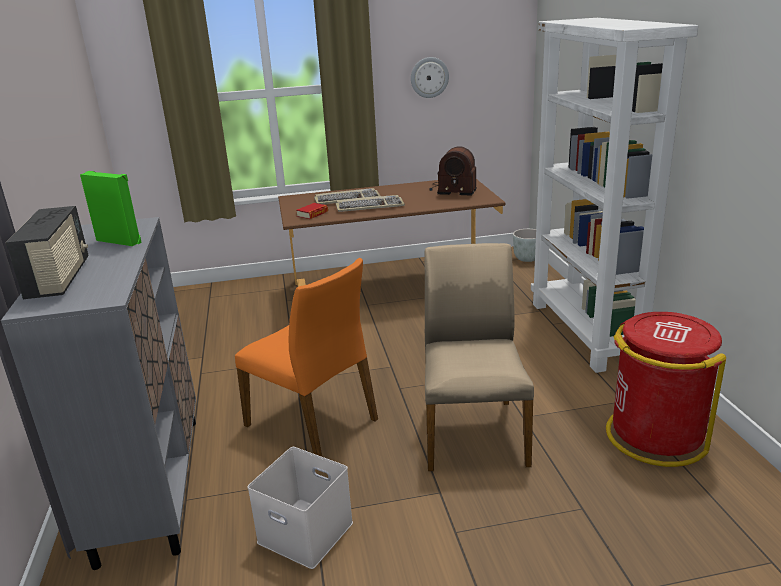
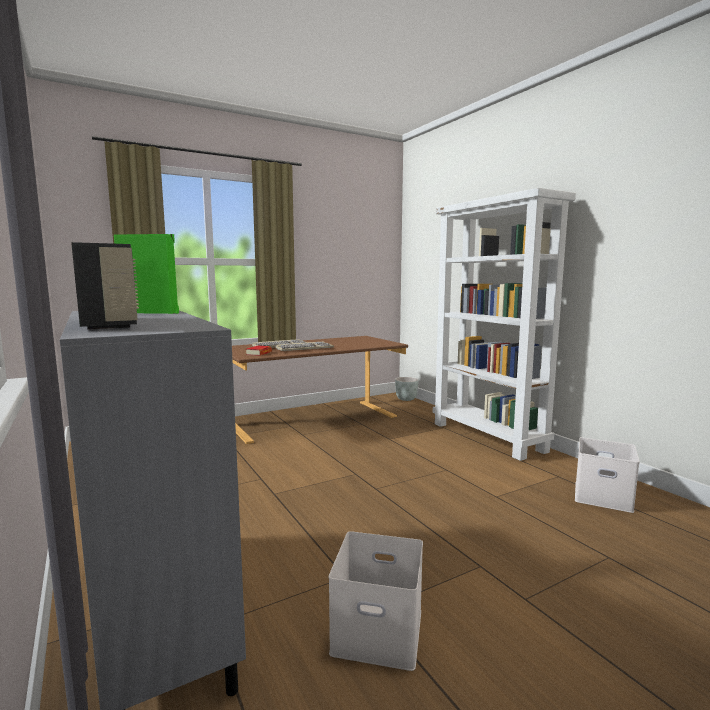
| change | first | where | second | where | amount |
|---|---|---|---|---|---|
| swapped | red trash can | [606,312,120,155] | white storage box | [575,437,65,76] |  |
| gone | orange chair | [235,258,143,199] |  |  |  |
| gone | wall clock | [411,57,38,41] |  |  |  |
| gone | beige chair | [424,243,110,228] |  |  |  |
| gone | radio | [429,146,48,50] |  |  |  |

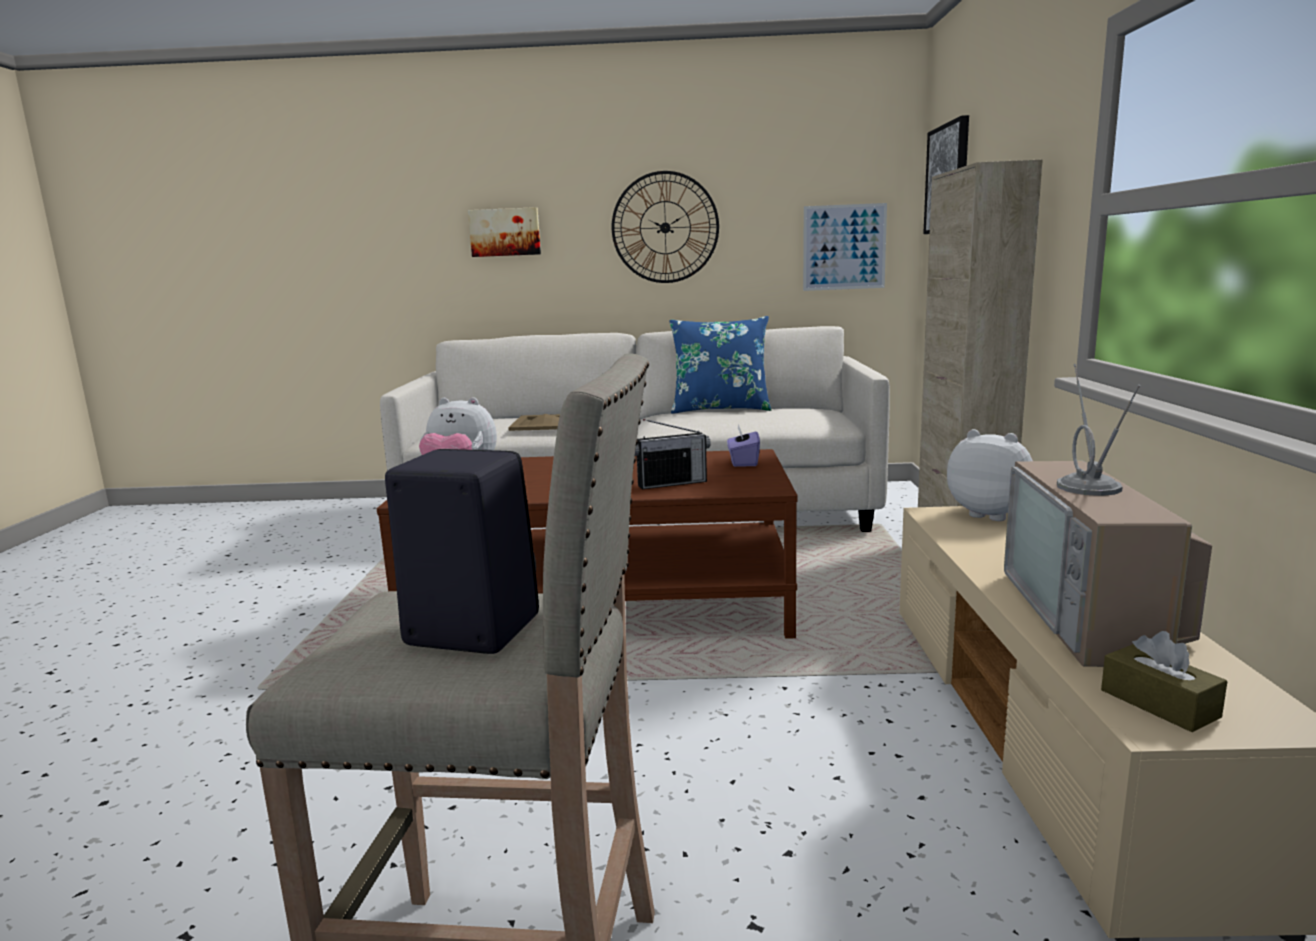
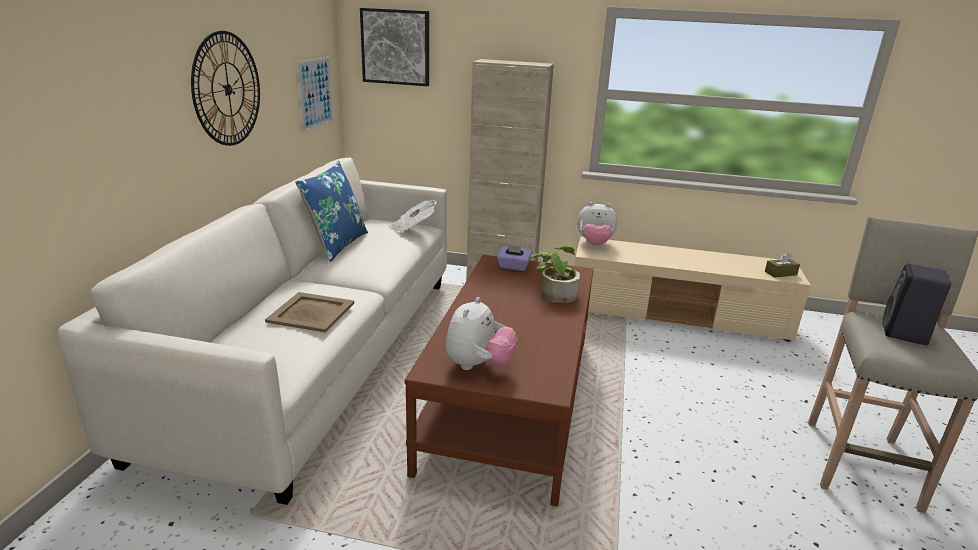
| change | first | where | second | where | amount |
|---|---|---|---|---|---|
| new |  |  | newspaper | [389,200,48,32] |  |
| swapped | radio | [635,419,76,70] | potted plant | [531,246,49,58] |  |
| rotated | plush toy | [947,429,86,92] |  | [577,202,40,44] | 135 degrees counterclockwise |
| gone | picture | [468,207,73,50] |  |  |  |
| gone | television | [1004,364,208,303] |  |  |  |

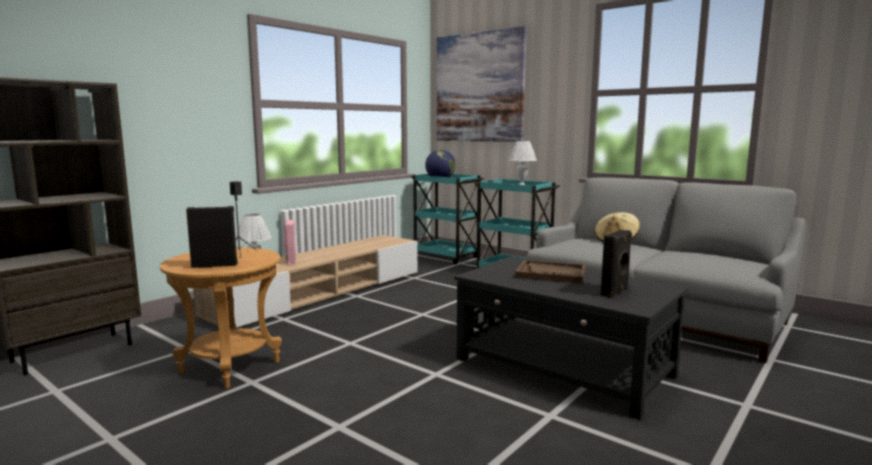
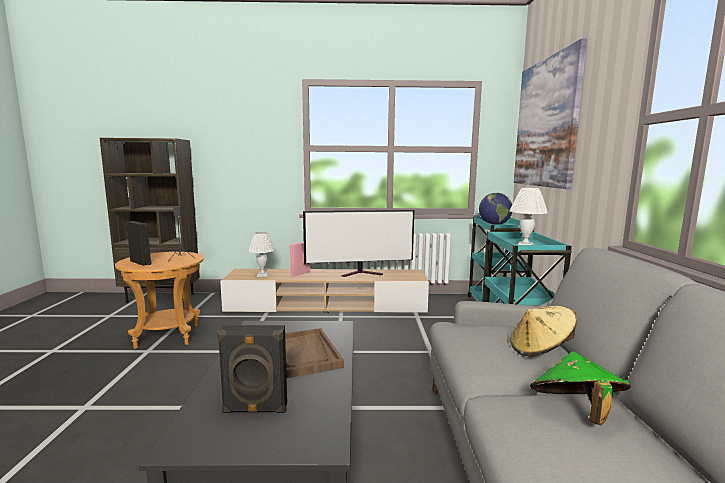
| change | first | where | second | where | amount |
|---|---|---|---|---|---|
| new |  |  | television | [303,210,111,67] |  |
| new |  |  | green hat | [530,351,101,74] |  |

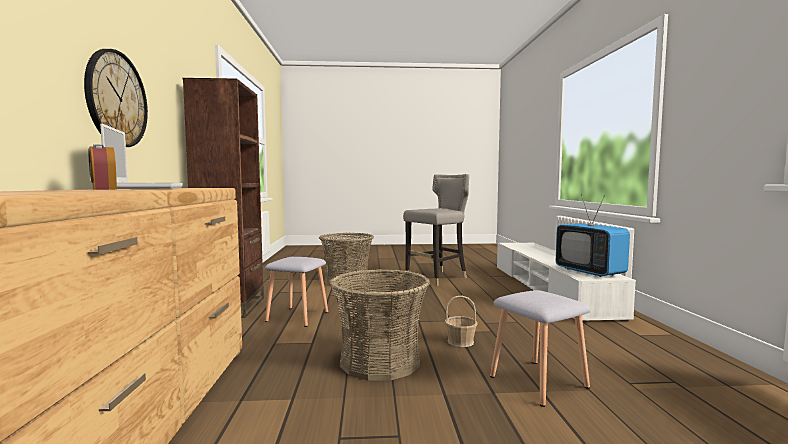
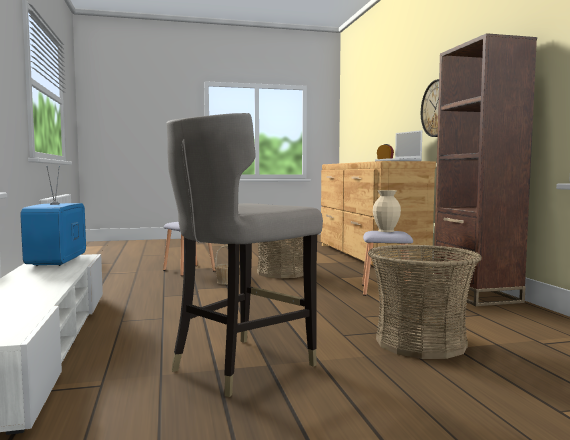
| change | first | where | second | where | amount |
|---|---|---|---|---|---|
| rotated | television | [556,194,74,83] |  | [20,166,66,100] | 150 degrees counterclockwise |
| new |  |  | beige vase | [373,190,28,42] |  |

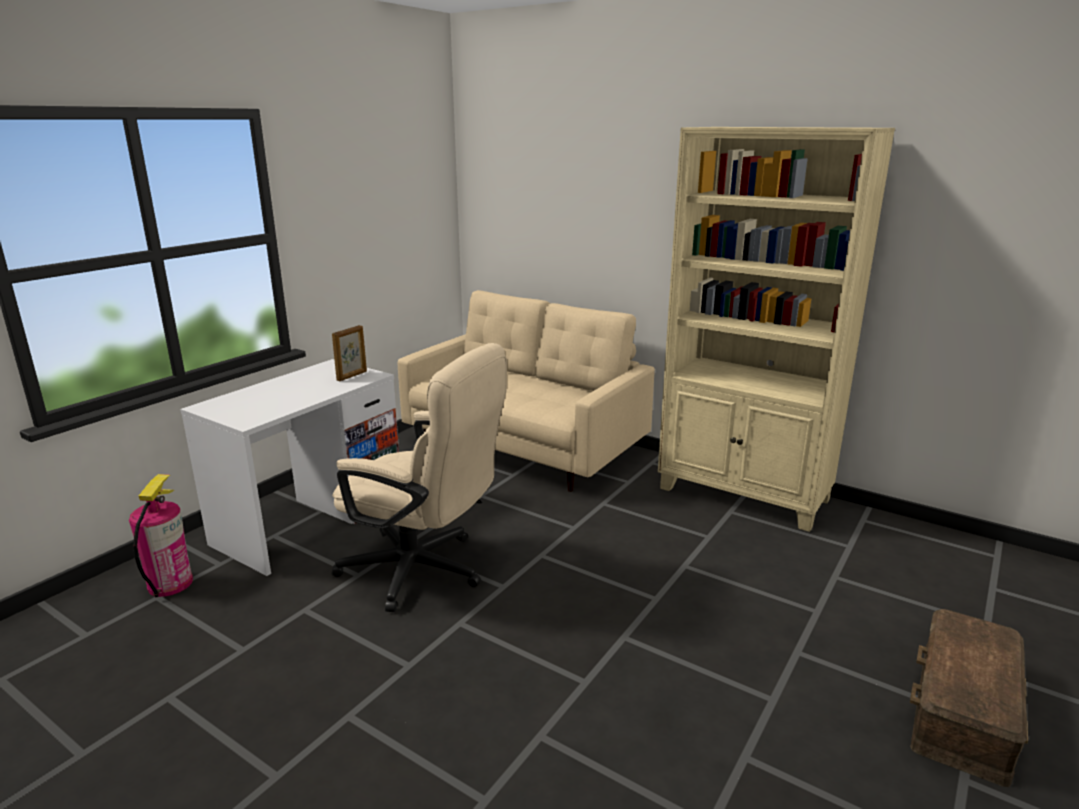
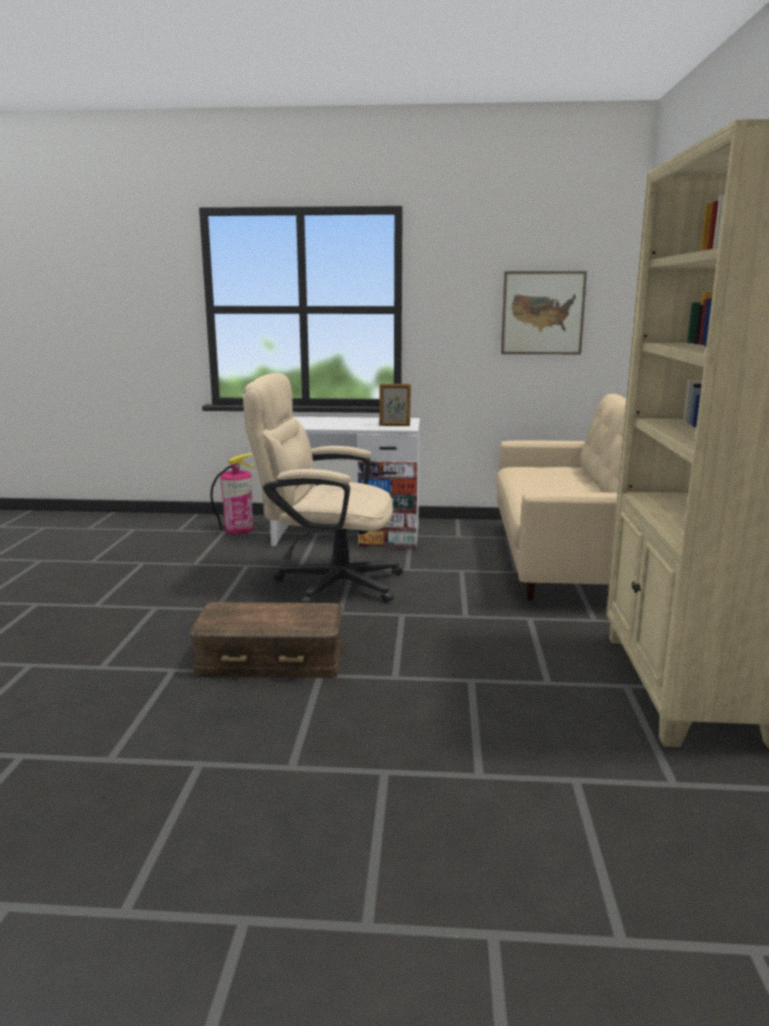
| change | first | where | second | where | amount |
|---|---|---|---|---|---|
| shifted | brown storage box | [910,609,118,178] |  | [189,602,153,76] |  |
| rotated | beige office chair | [332,343,175,269] |  | [243,373,160,230] | 105 degrees clockwise |
| new |  |  | picture | [501,271,86,83] |  |

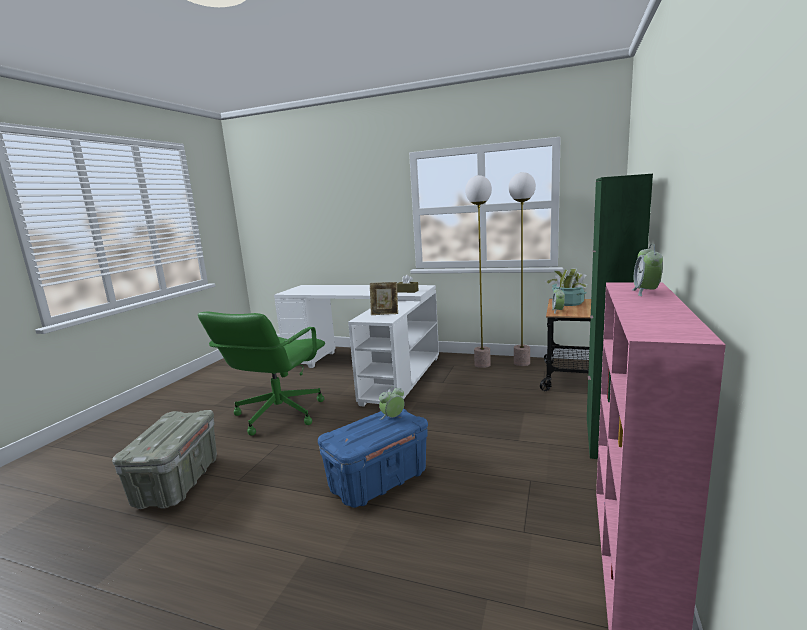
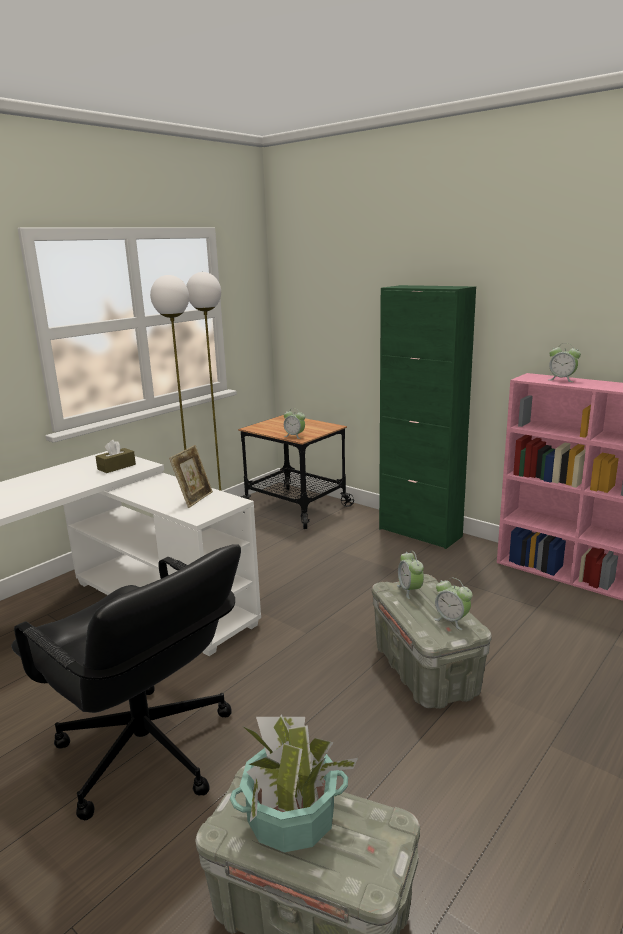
| change | first | where | second | where | amount |
|---|---|---|---|---|---|
| repainted | green office chair | [198,312,127,124] | black office chair | [11,544,230,276] |  |
| shifted | potted plant | [544,268,43,38] |  | [230,714,128,138] |  |
| repainted | blue storage box | [318,408,110,100] | grey storage box | [372,574,120,135] |  |
| new |  |  | alarm clock | [434,578,39,52] |  |

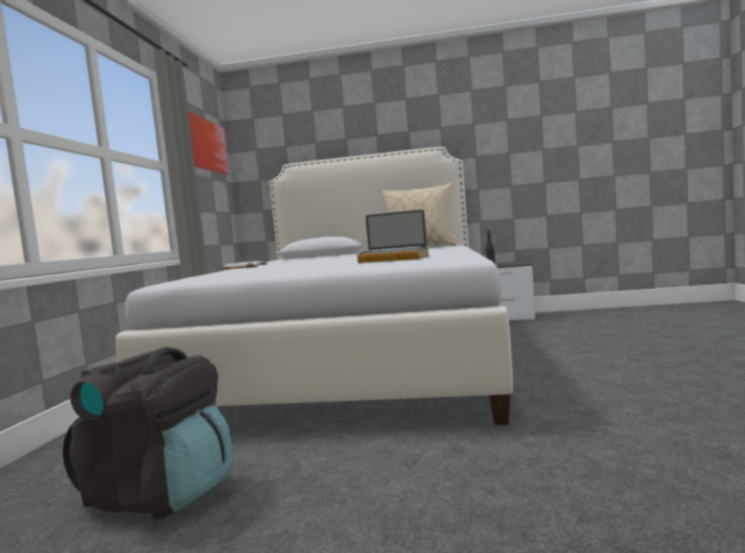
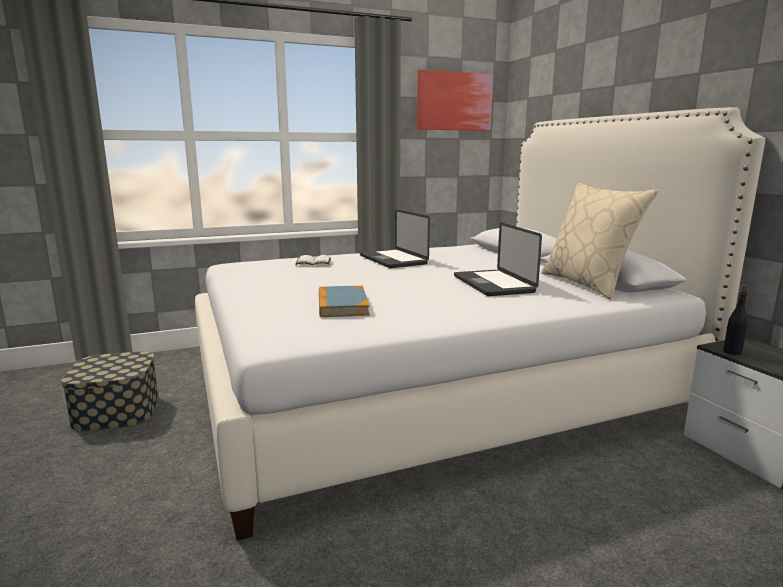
| change | first | where | second | where | amount |
|---|---|---|---|---|---|
| swapped | black backpack | [63,347,170,172] | storage box | [61,351,98,80] |  |
| new |  |  | laptop | [360,209,70,59] |  |

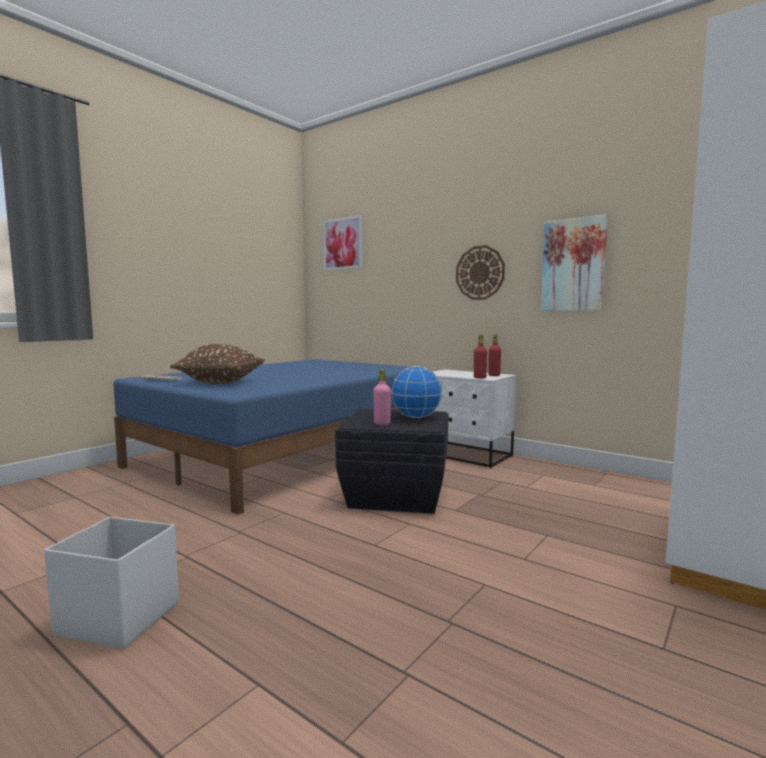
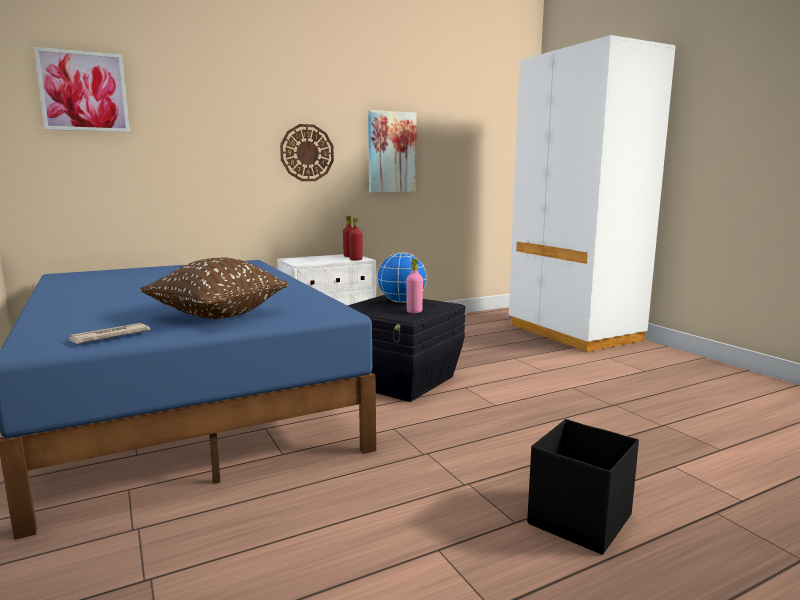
| change | first | where | second | where | amount |
|---|---|---|---|---|---|
| repainted | white storage box | [44,517,135,132] | black storage box | [527,419,112,136] |  |

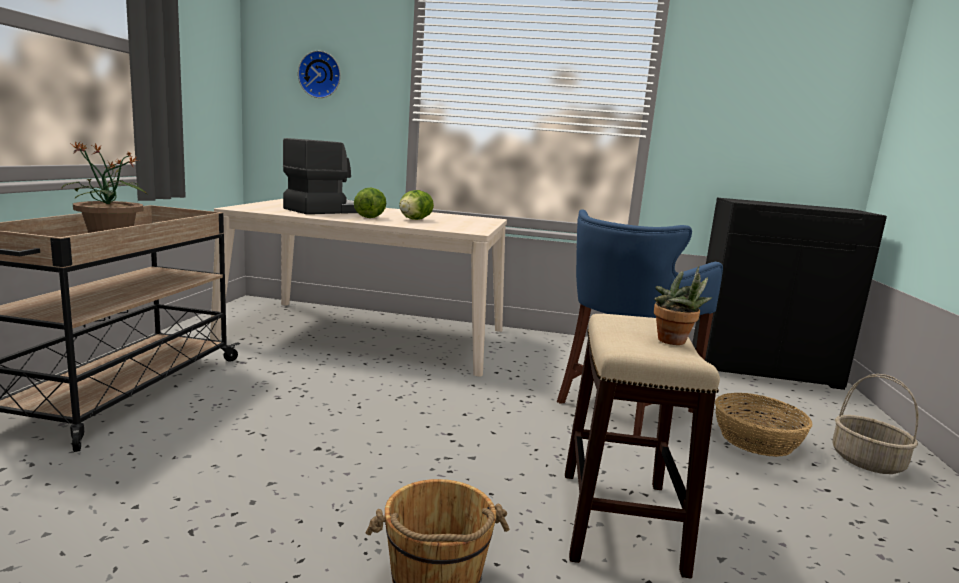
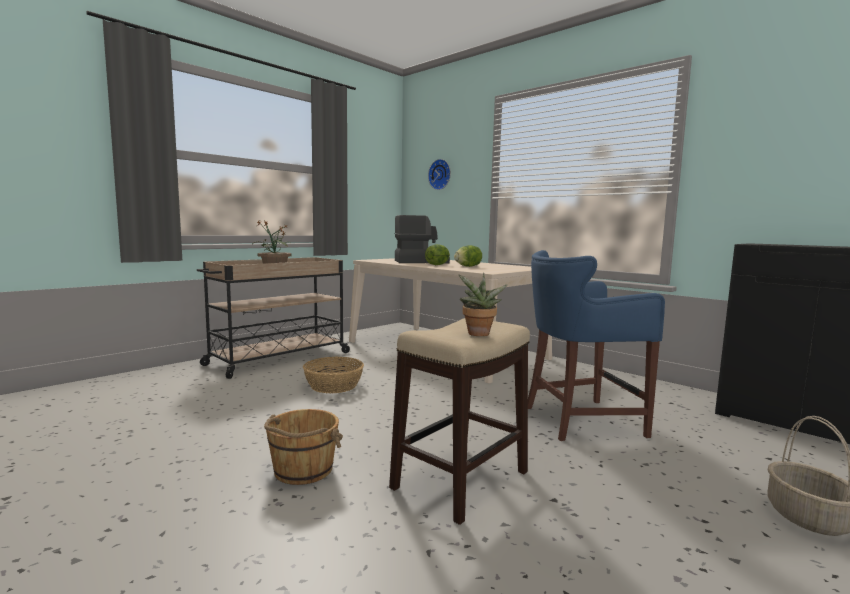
| change | first | where | second | where | amount |
|---|---|---|---|---|---|
| shifted | basket | [715,393,98,64] |  | [303,357,61,36] |  |

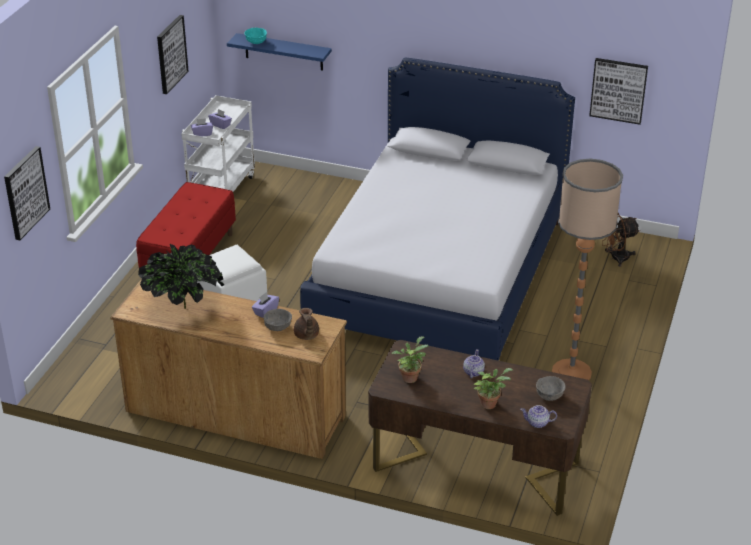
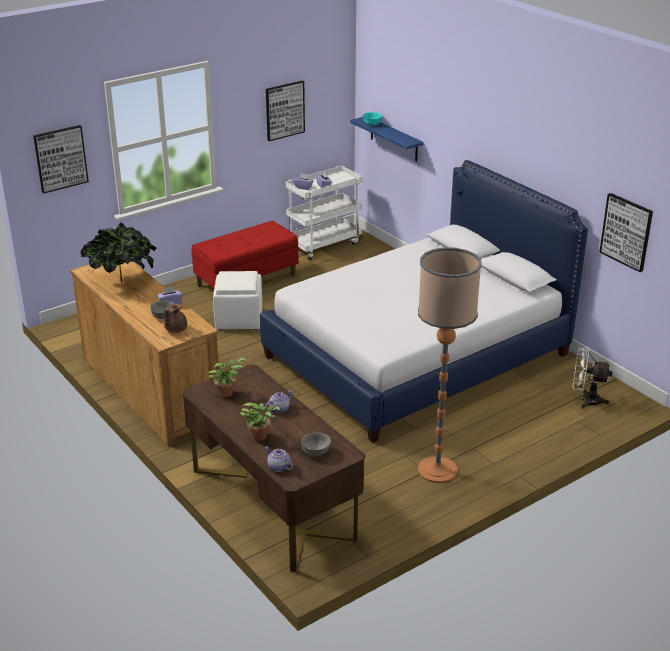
| change | first | where | second | where | amount |
|---|---|---|---|---|---|
| repainted | brown fan | [602,213,38,54] | white fan | [573,348,40,60] |  |

